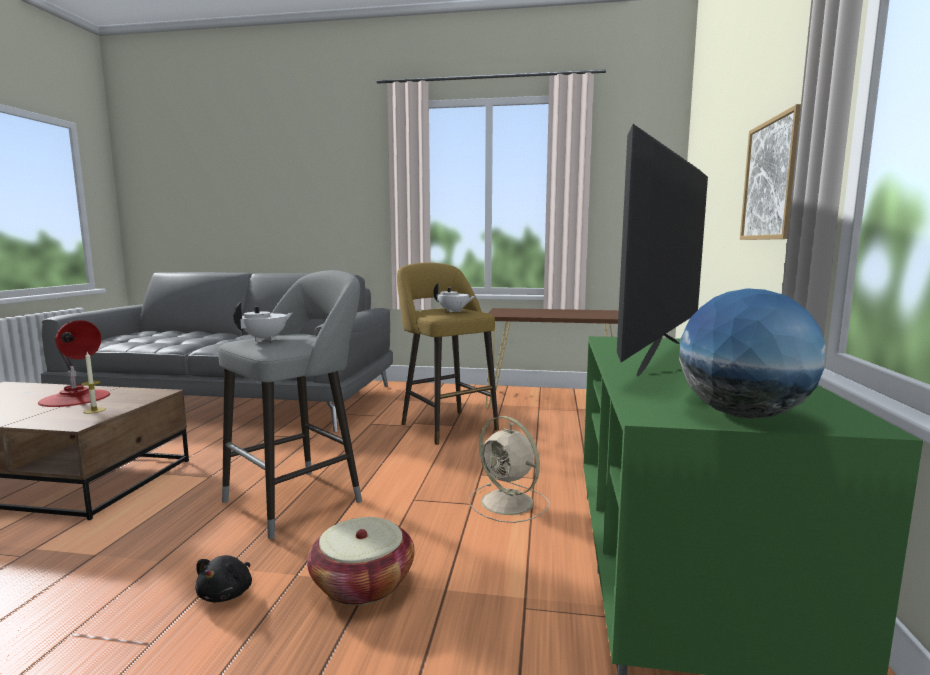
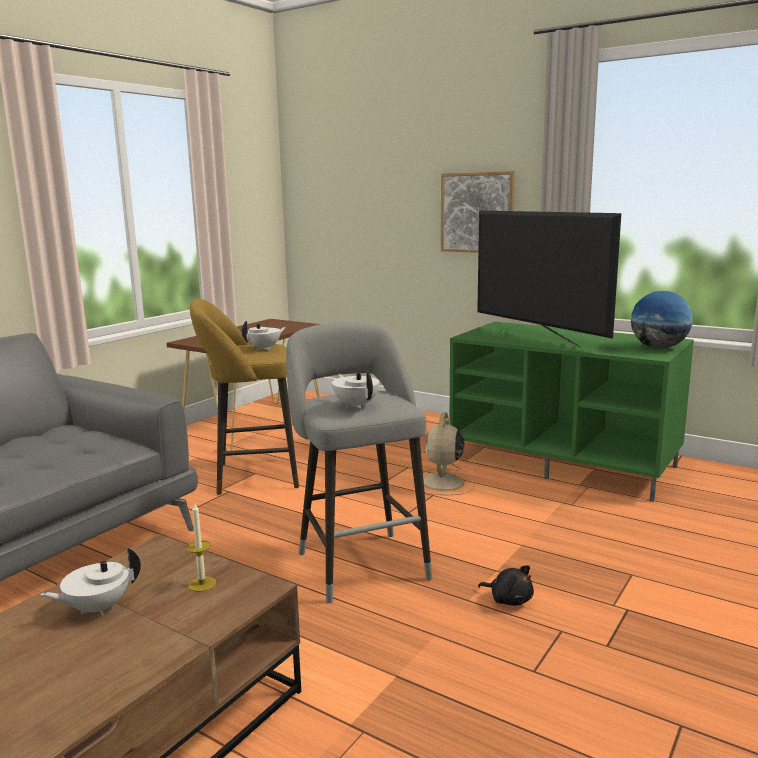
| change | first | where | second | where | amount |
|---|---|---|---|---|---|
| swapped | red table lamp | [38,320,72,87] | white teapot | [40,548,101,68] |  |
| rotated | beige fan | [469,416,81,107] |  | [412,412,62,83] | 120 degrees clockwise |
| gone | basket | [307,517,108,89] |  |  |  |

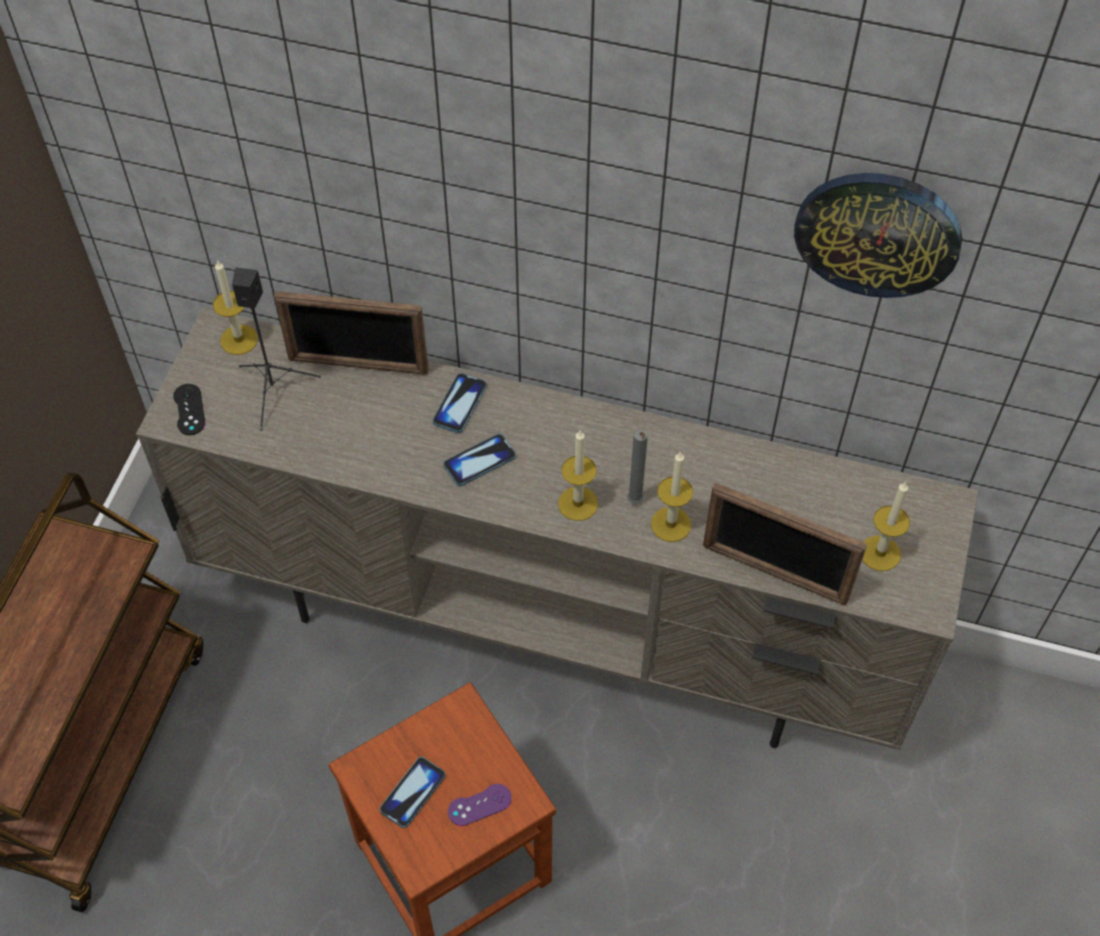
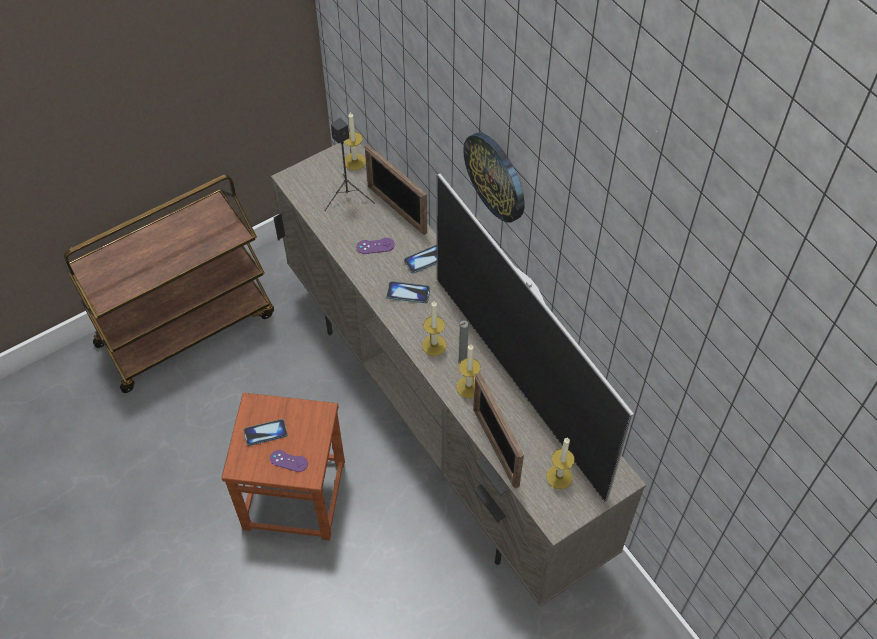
| change | first | where | second | where | amount |
|---|---|---|---|---|---|
| new |  |  | purple game controller | [357,238,38,16] |  |
| new |  |  | television | [437,174,197,328] |  |
| shifted | wall clock | [794,173,168,125] |  | [463,133,61,90] |  |
| gone | black game controller | [173,384,32,51] |  |  |  |

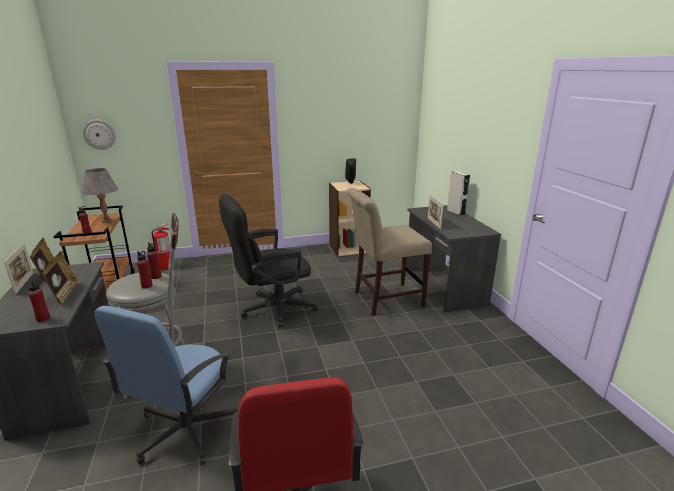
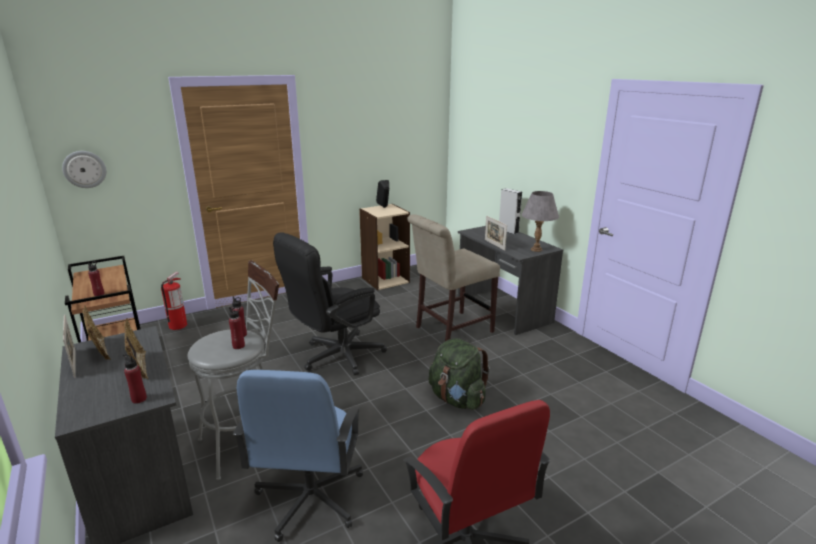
| change | first | where | second | where | amount |
|---|---|---|---|---|---|
| new |  |  | green backpack | [429,338,61,72] |  |
| shifted | grey table lamp | [81,168,37,55] |  | [522,191,37,61] |  |

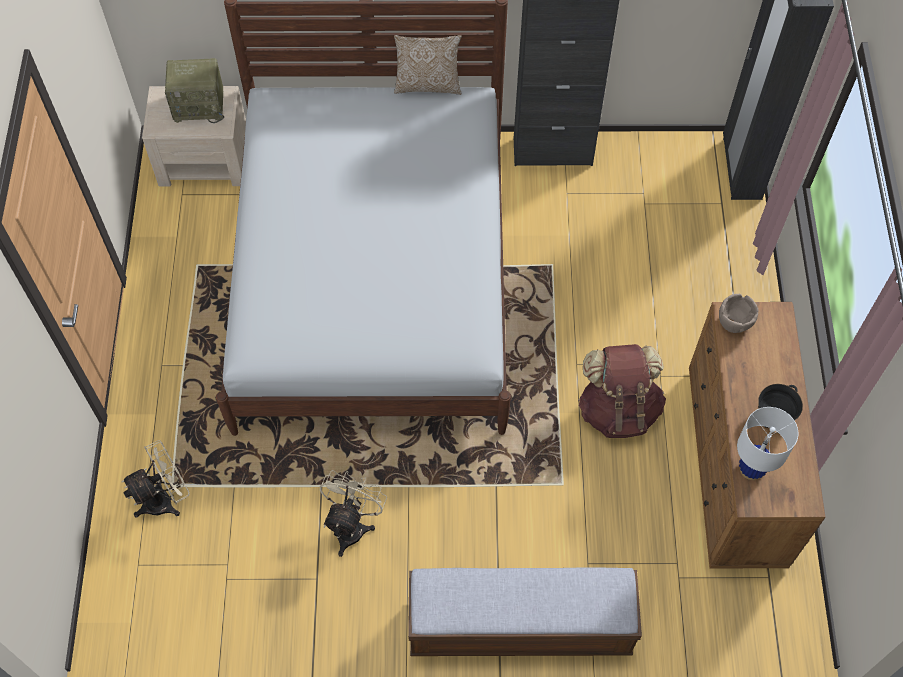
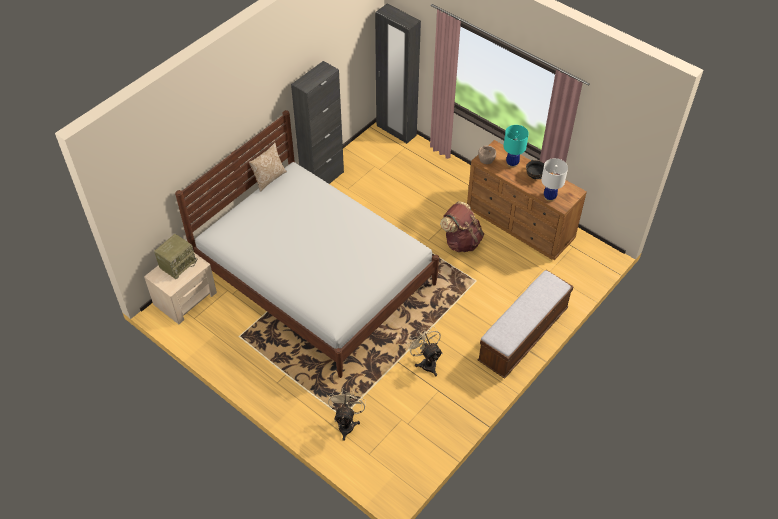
| change | first | where | second | where | amount |
|---|---|---|---|---|---|
| new |  |  | turquoise table lamp | [503,125,26,43] |  |

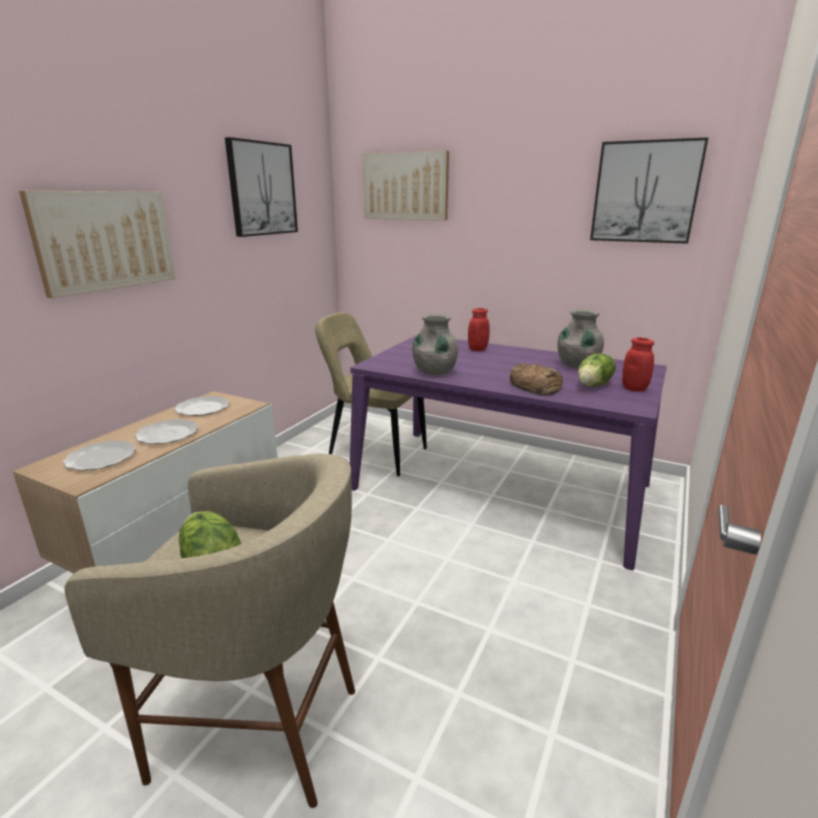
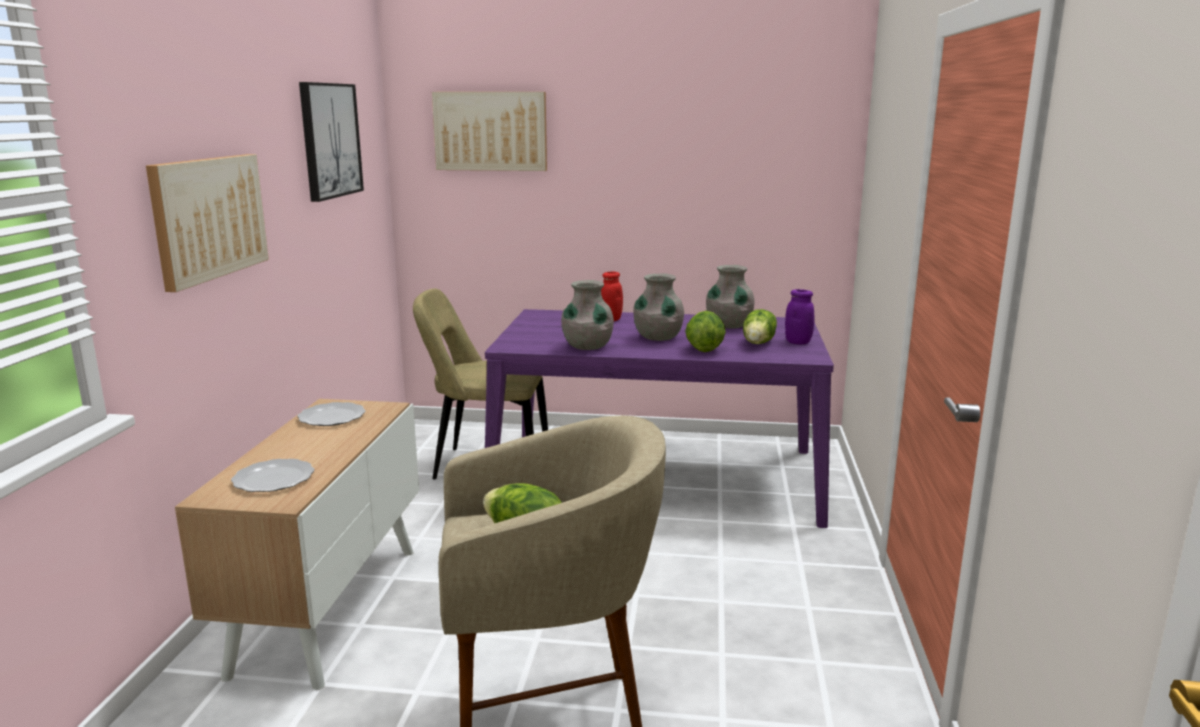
| change | first | where | second | where | amount |
|---|---|---|---|---|---|
| new |  |  | grey vase | [633,273,51,68] |  |
| swapped | bread | [510,363,53,33] | lettuce | [685,311,41,41] |  |
| repainted | red jar | [622,337,32,55] | purple jar | [785,289,30,55] |  |
| gone | plate | [135,419,63,25] |  |  |  |
| gone | picture | [590,137,119,107] |  |  |  |

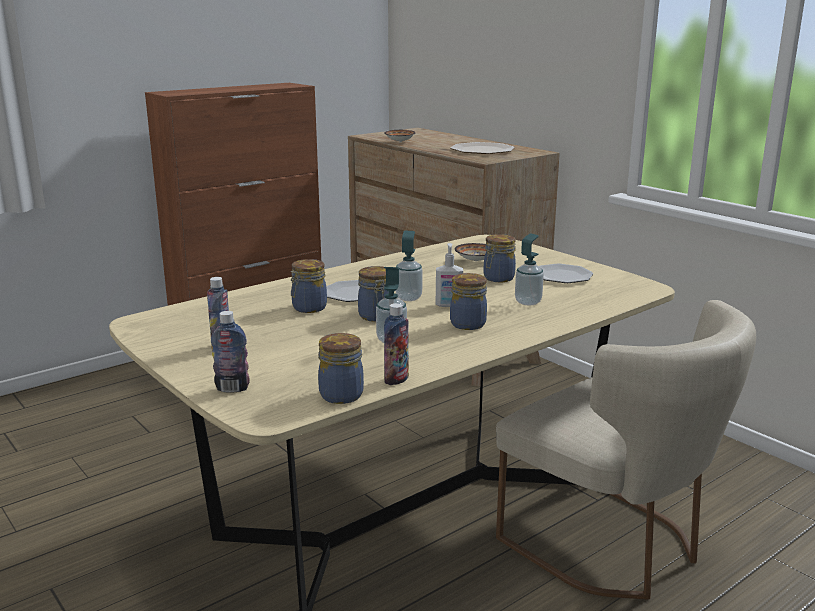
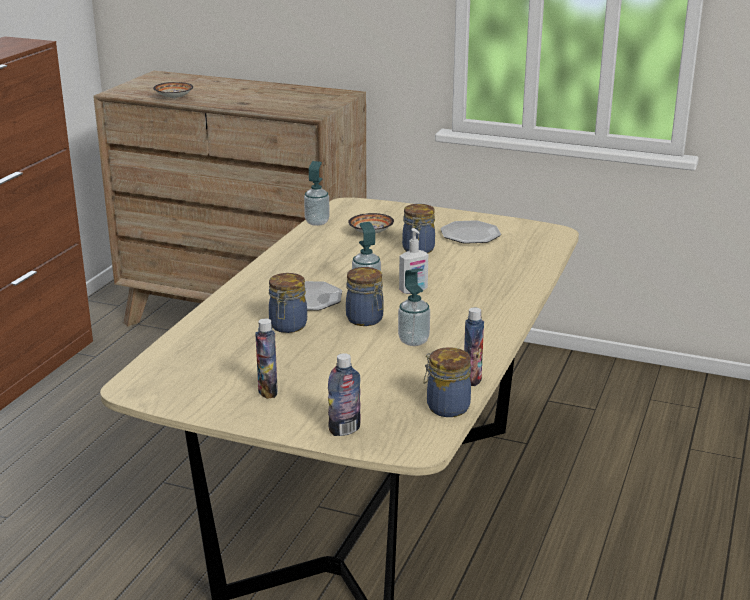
| change | first | where | second | where | amount |
|---|---|---|---|---|---|
| shifted | soap dispenser | [515,234,29,71] |  | [304,161,26,65] |  |
| gone | plate | [450,142,65,12] |  |  |  |
| gone | jar | [450,273,37,57] |  |  |  |
| gone | beige chair | [496,300,260,300] |  |  |  |

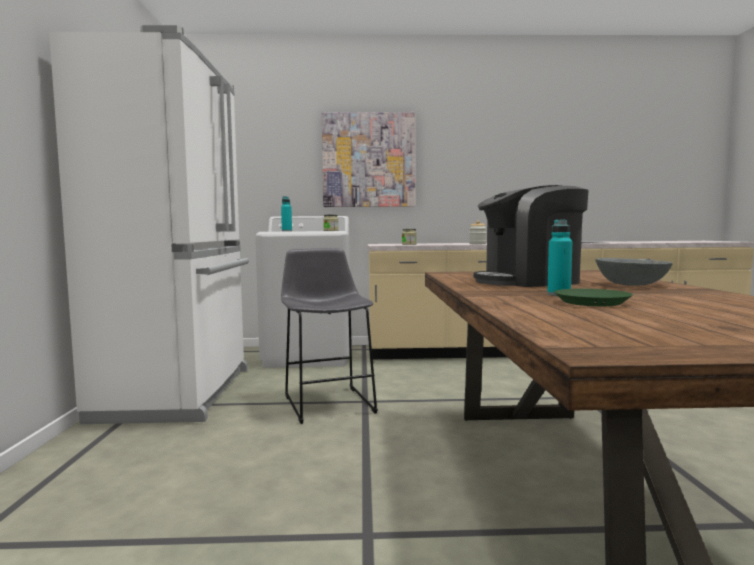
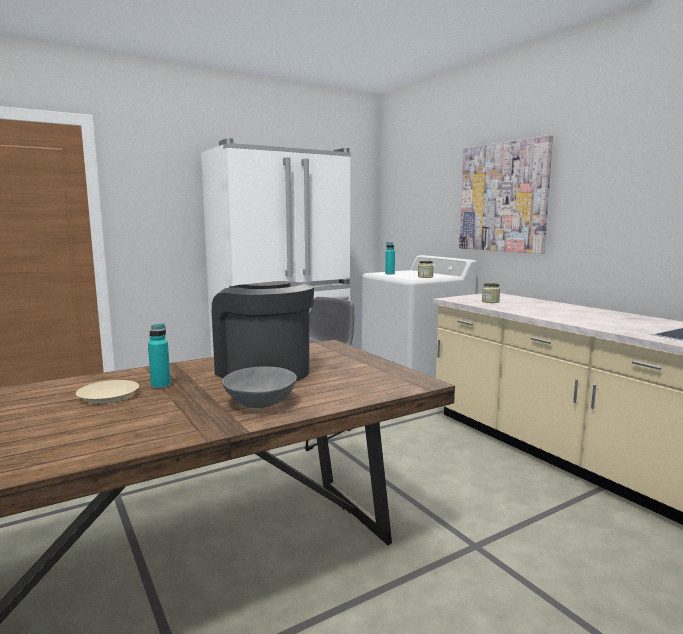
| change | first | where | second | where | amount |
|---|---|---|---|---|---|
| repainted | green plate | [554,289,79,17] | beige plate | [76,380,63,24] |  |
| gone | jar | [469,221,18,23] |  |  |  |

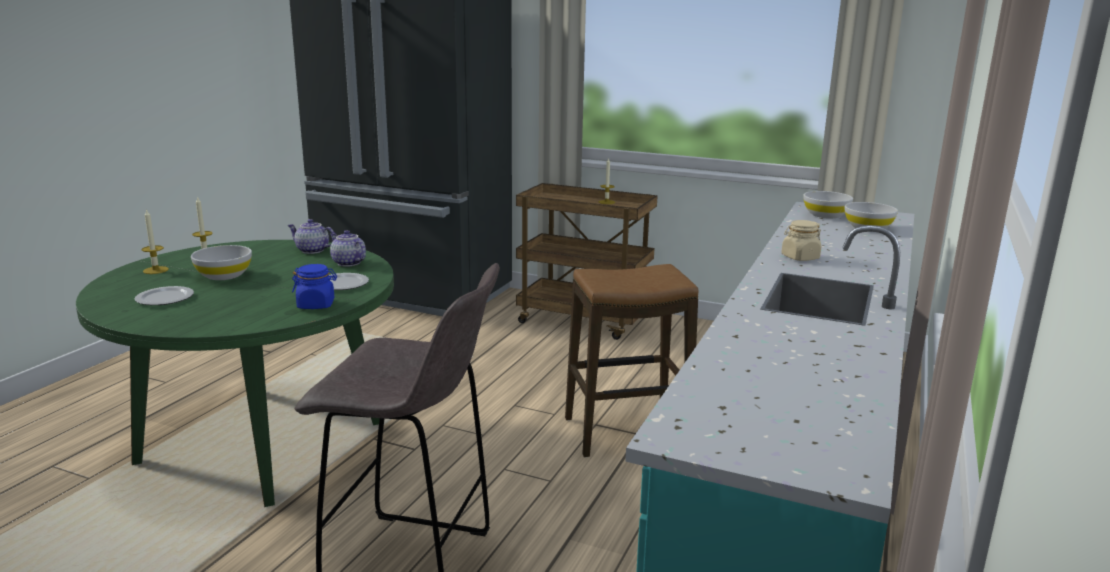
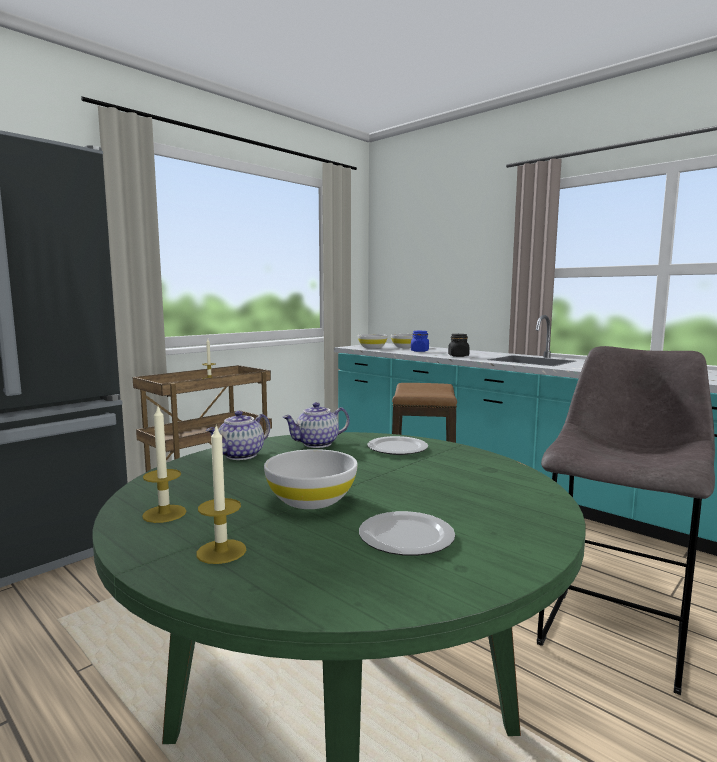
| change | first | where | second | where | amount |
|---|---|---|---|---|---|
| shifted | blue jar | [292,264,45,45] |  | [411,331,18,21] |  |
| repainted | beige jar | [781,220,40,41] | black jar | [448,334,22,23] |  |

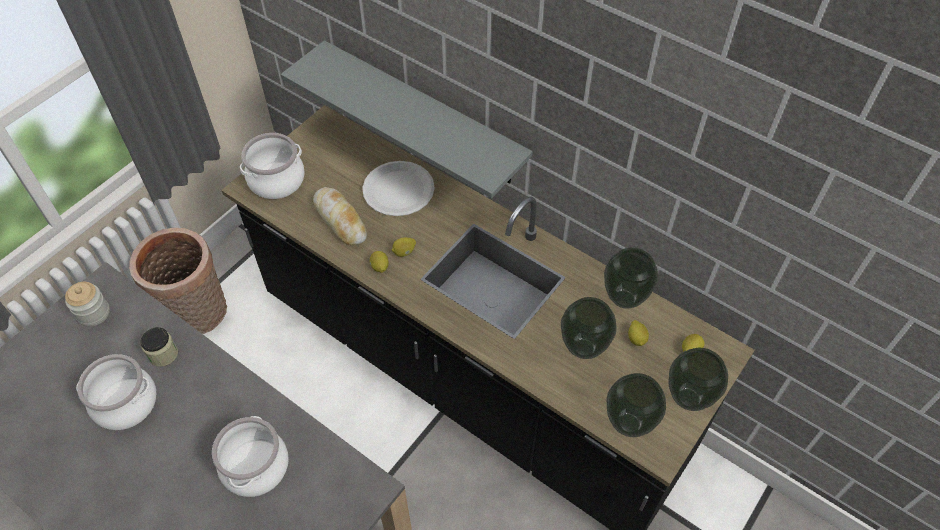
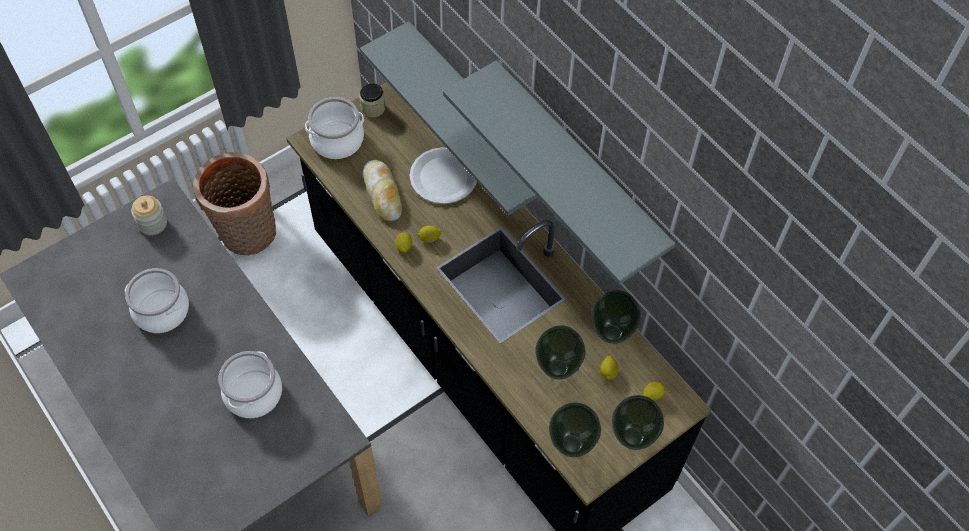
| change | first | where | second | where | amount |
|---|---|---|---|---|---|
| shifted | jar | [140,327,38,40] |  | [359,83,26,34] |  |
| new |  |  | grey shelf | [443,60,233,225] |  |

